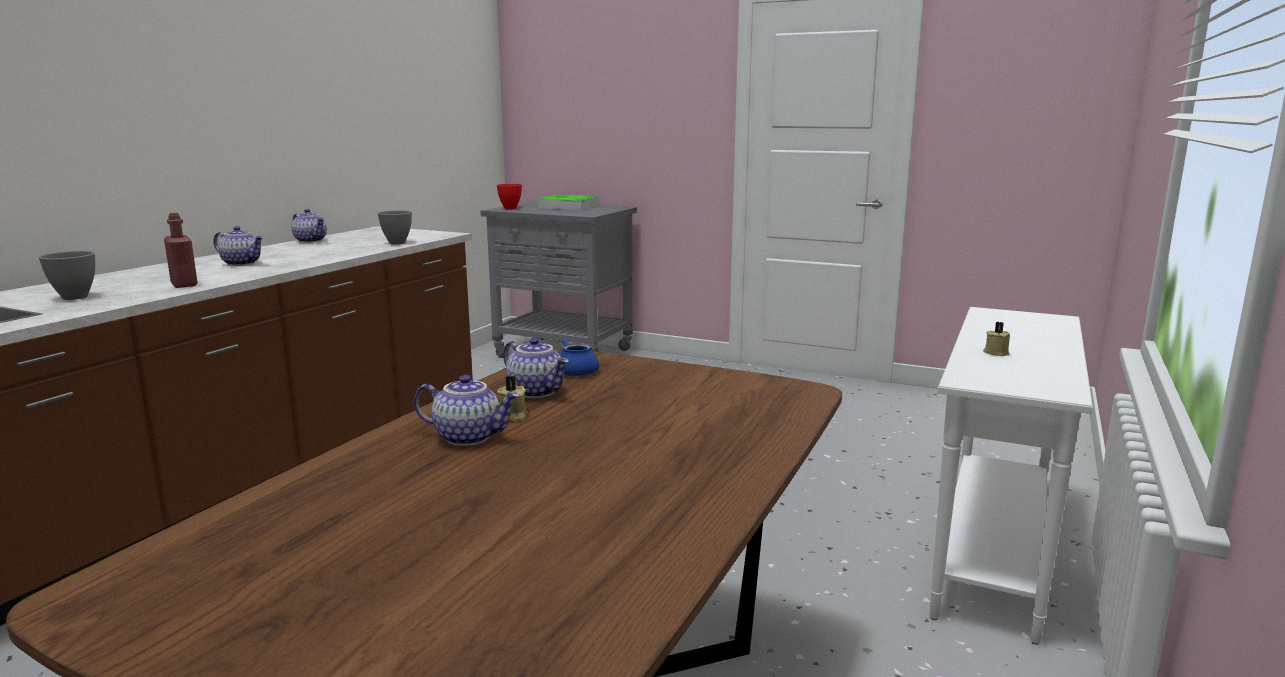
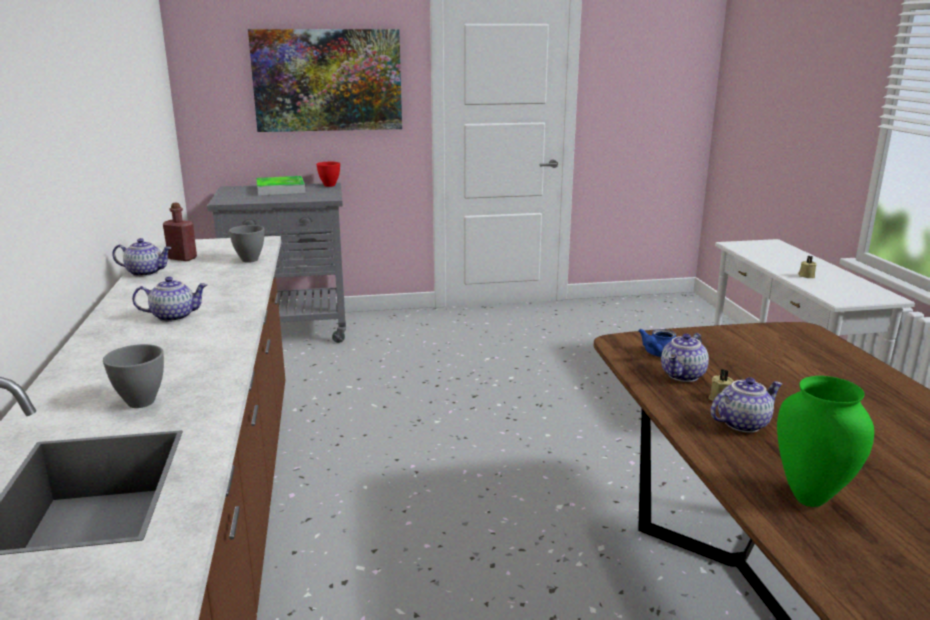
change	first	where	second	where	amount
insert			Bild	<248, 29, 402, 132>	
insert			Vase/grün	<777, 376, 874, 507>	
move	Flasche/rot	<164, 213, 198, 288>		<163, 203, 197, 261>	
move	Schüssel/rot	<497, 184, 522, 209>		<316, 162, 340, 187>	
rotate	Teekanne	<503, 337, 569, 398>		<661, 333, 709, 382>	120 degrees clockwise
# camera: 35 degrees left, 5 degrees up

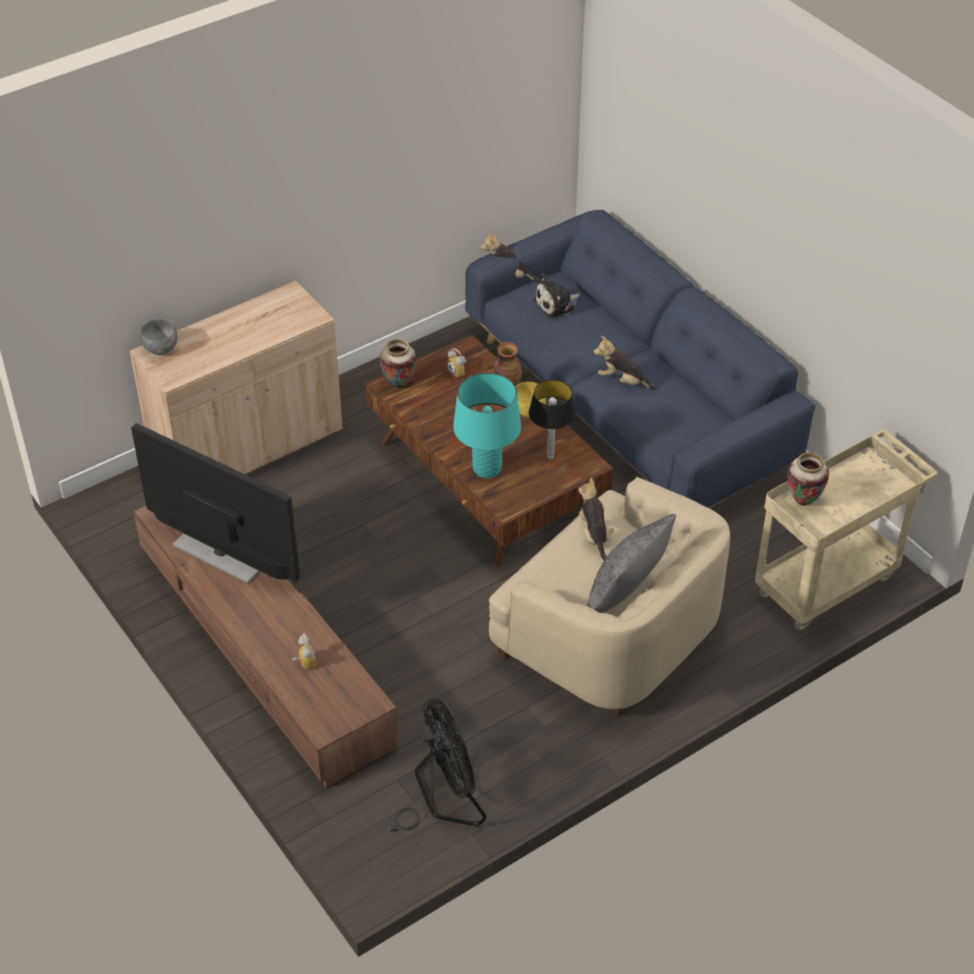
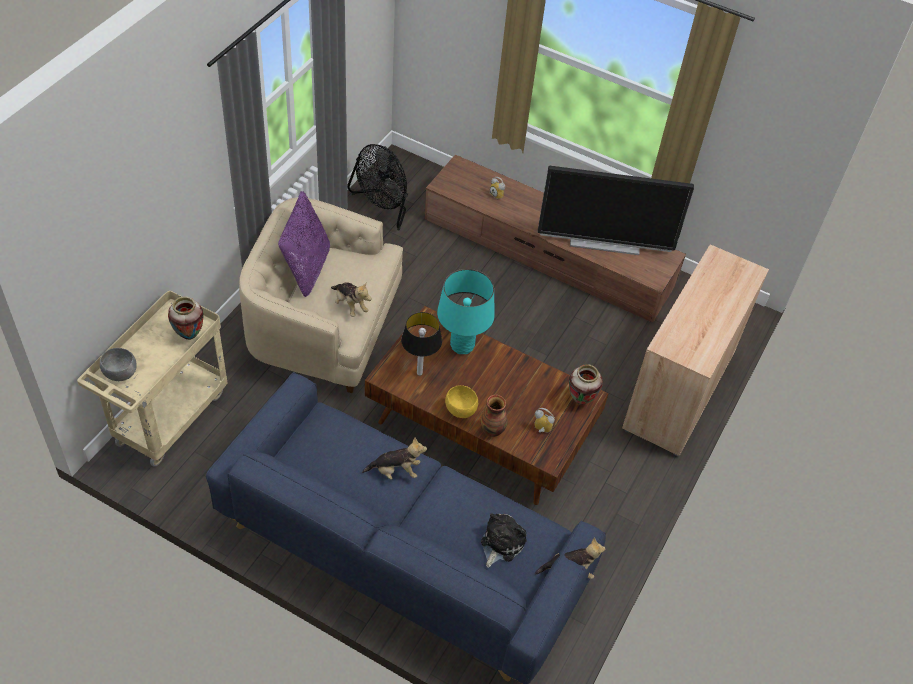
change	first	where	second	where	amount
move	Schüssel/grau	<140, 319, 177, 355>		<100, 348, 137, 381>	
recolor	Kissen/grau	<587, 514, 676, 613>	Kissen/lila	<278, 191, 330, 297>	
# camera: 150 degrees right, 5 degrees up

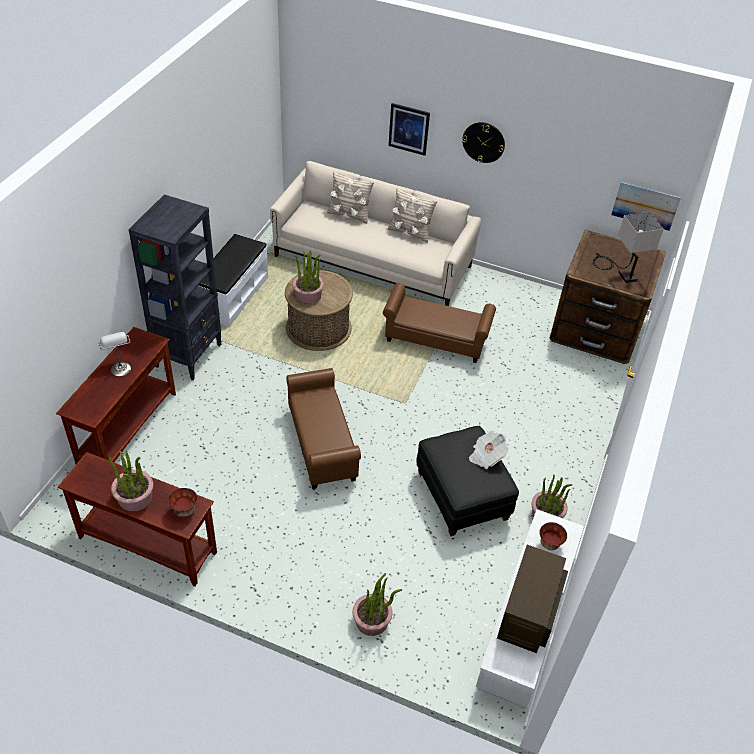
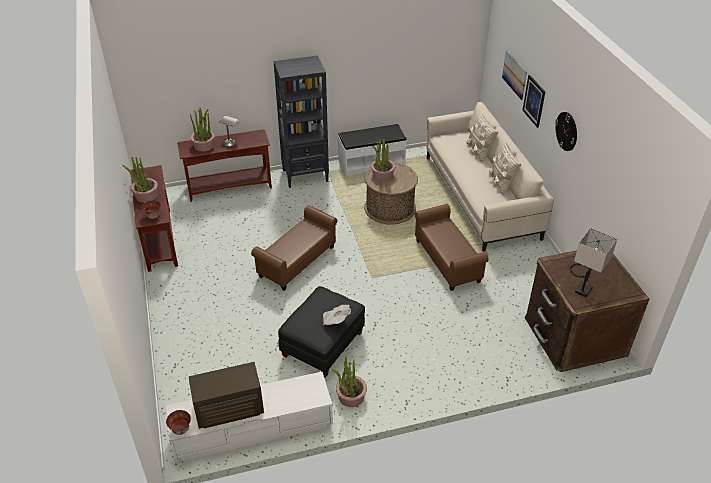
change	first	where	second	where	amount
move	Topfpflanze	<352, 573, 402, 636>		<190, 108, 215, 152>	
move	Schüssel	<539, 522, 567, 550>		<166, 410, 191, 435>	
move	Bild	<611, 182, 681, 231>		<502, 50, 527, 100>	
# camera: 55 degrees right, 5 degrees down

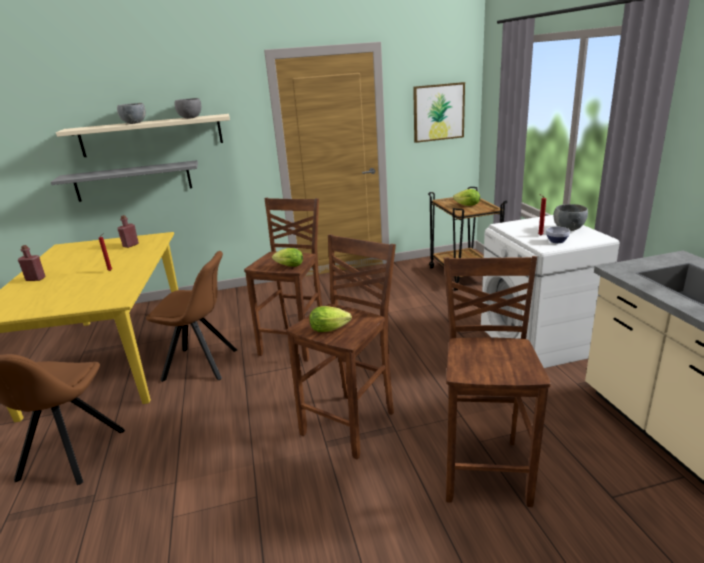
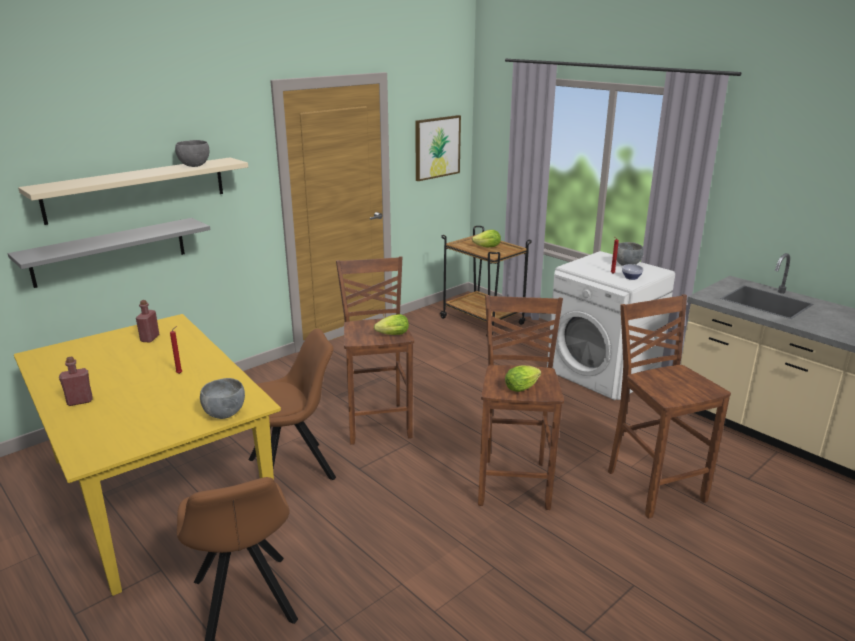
change	first	where	second	where	amount
move	Schüssel/grau	<117, 103, 146, 124>		<200, 378, 245, 419>	
# camera: 30 degrees left, 0 degrees up

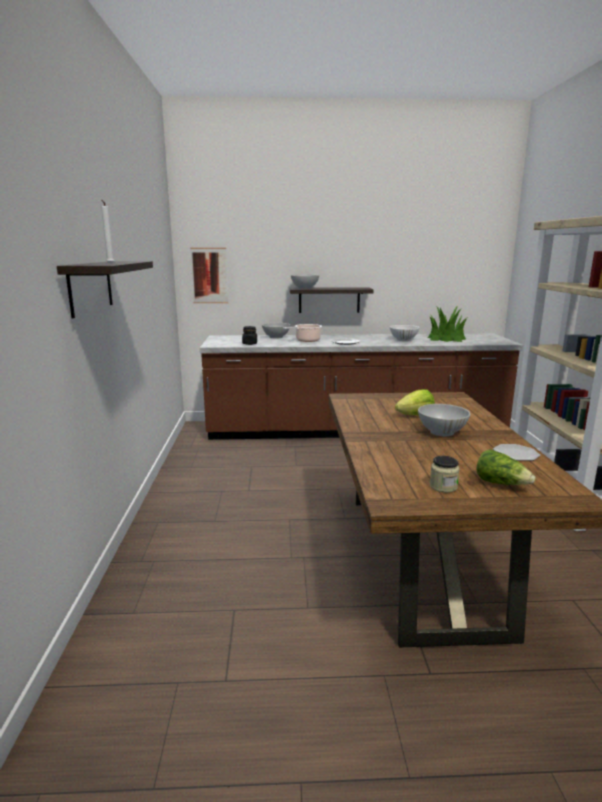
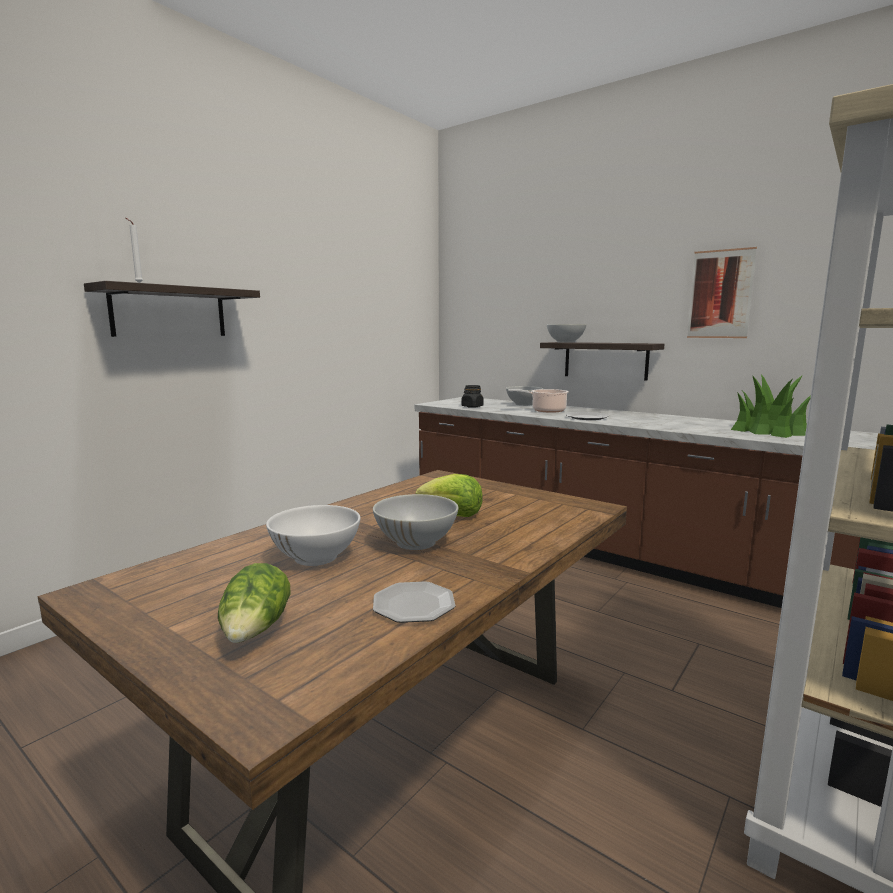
change	first	where	second	where	amount
delete	Vorratsglas	<430, 456, 459, 493>			
move	Bild	<190, 248, 229, 303>		<687, 247, 757, 338>	
move	Schüssel/weiß	<390, 325, 419, 341>		<266, 505, 360, 566>	
# camera: 40 degrees right, 5 degrees down

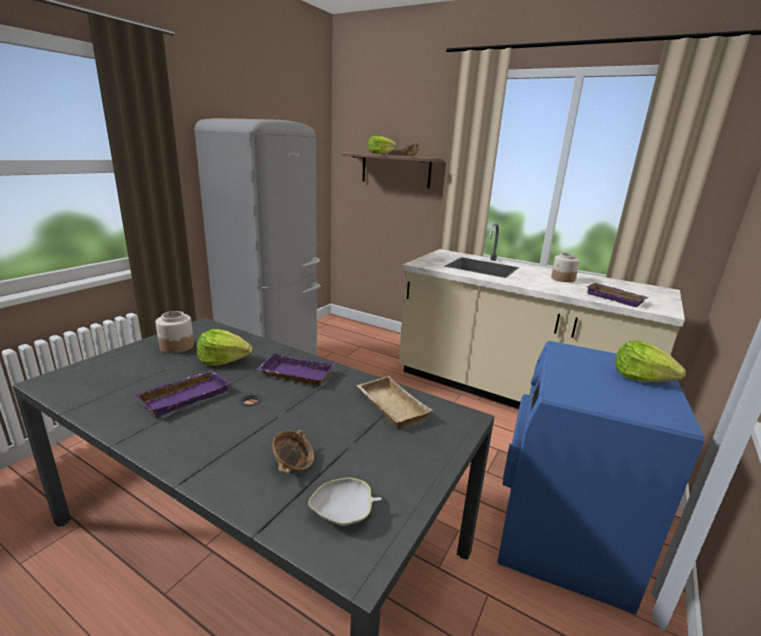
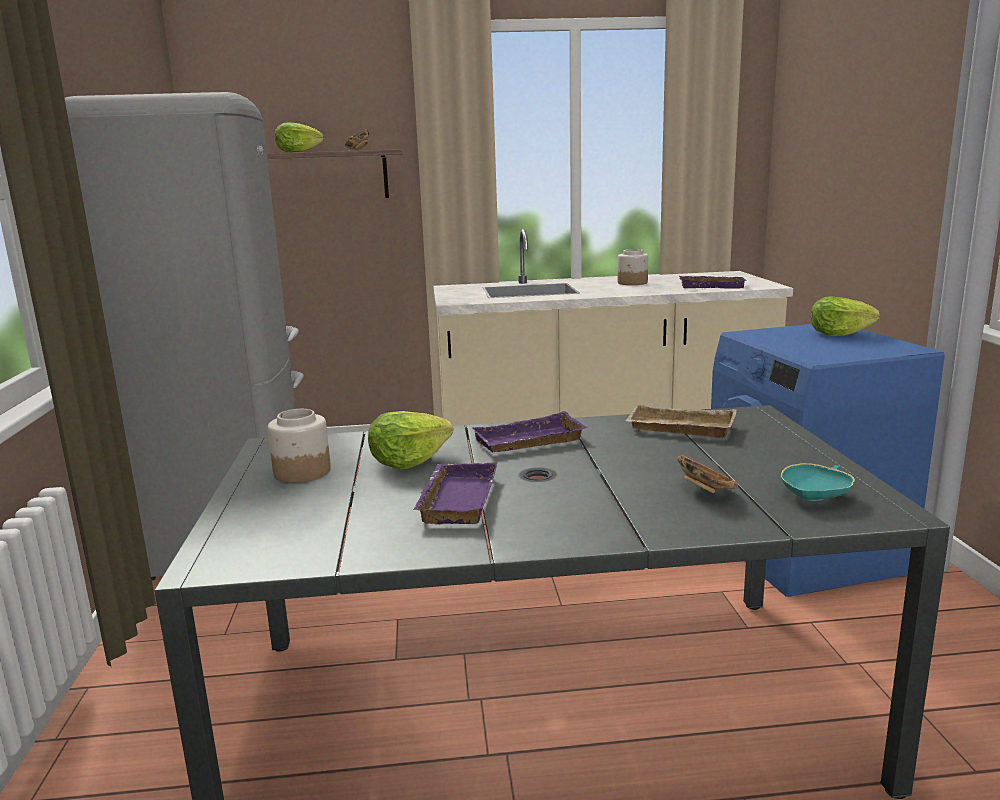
change	first	where	second	where	amount
recolor	Schüssel/weiß	<308, 478, 382, 526>	Schüssel/türkis	<781, 463, 855, 501>	
# camera: 35 degrees left, 5 degrees down

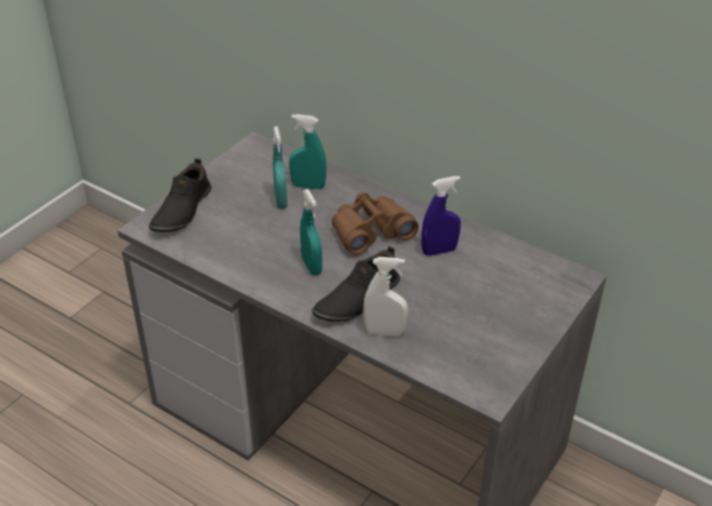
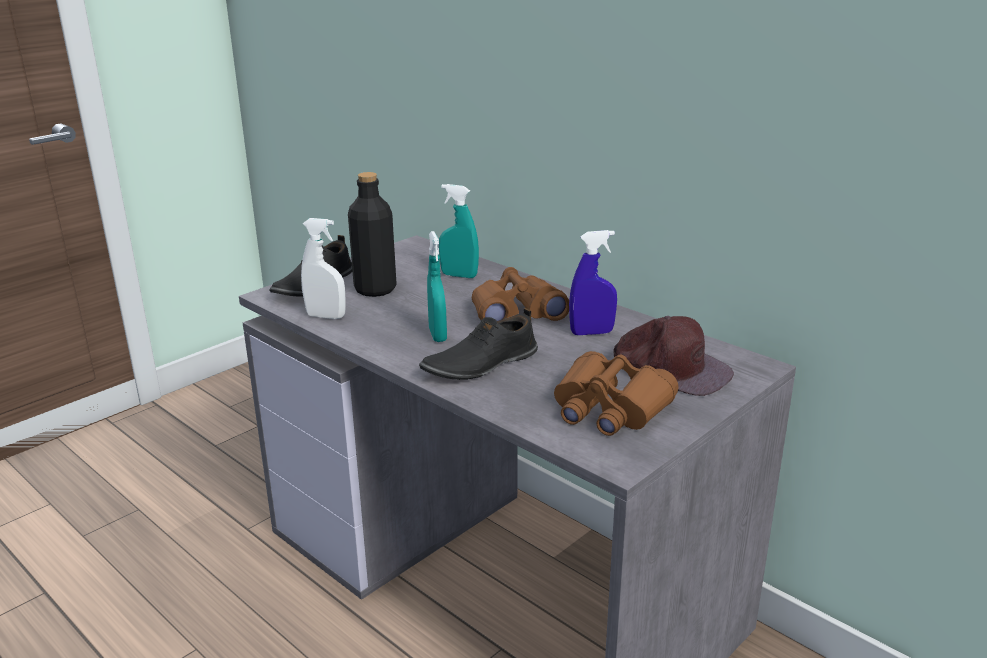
change	first	where	second	where	amount
delete	Sprühflasche/türkis	<273, 126, 287, 209>			
insert			Flasche/schwarz	<348, 172, 397, 297>	
insert			Fernglas/braun	<554, 351, 679, 436>	
insert			Kappe/braun	<613, 316, 734, 396>	
move	Sprühflasche/weiß	<363, 257, 408, 337>		<301, 218, 346, 319>	
# camera: 10 degrees right, 15 degrees down

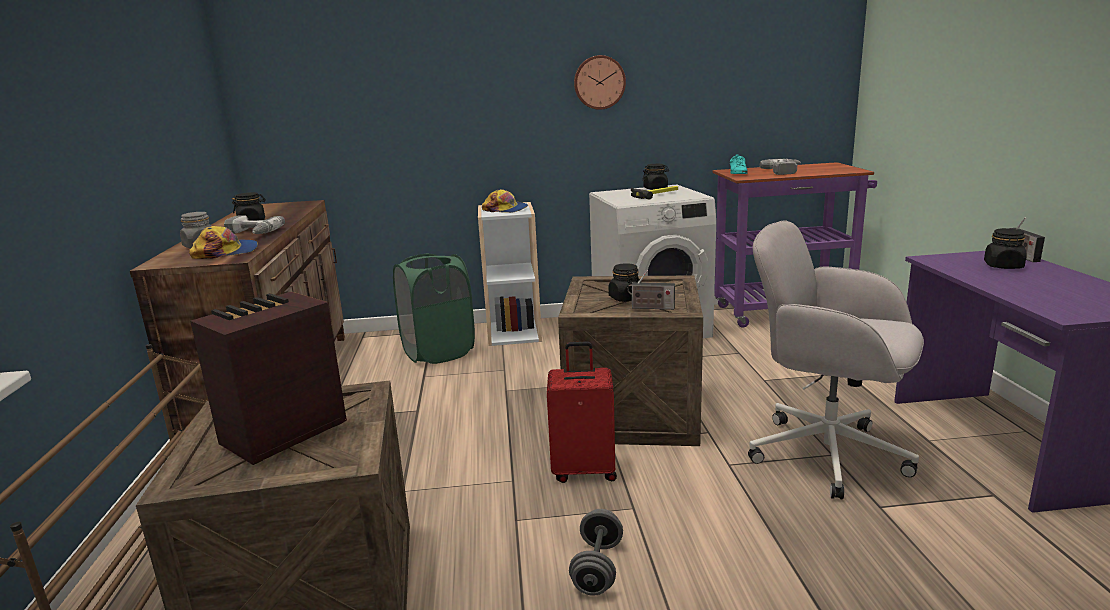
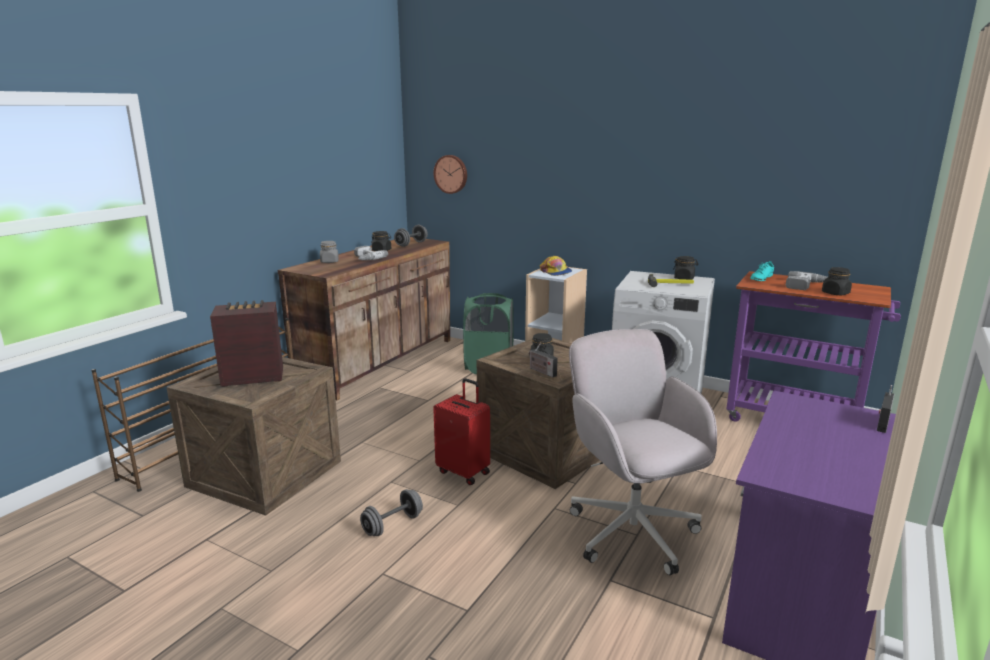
change	first	where	second	where	amount
delete	Kappe	<189, 226, 258, 259>			
insert			Hantel/grau	<394, 225, 428, 247>	
move	Wanduhr	<574, 55, 626, 110>		<434, 155, 467, 194>	
move	Vorratsglas/schwarz	<984, 228, 1027, 269>		<822, 267, 852, 295>	
# camera: 35 degrees right, 0 degrees up

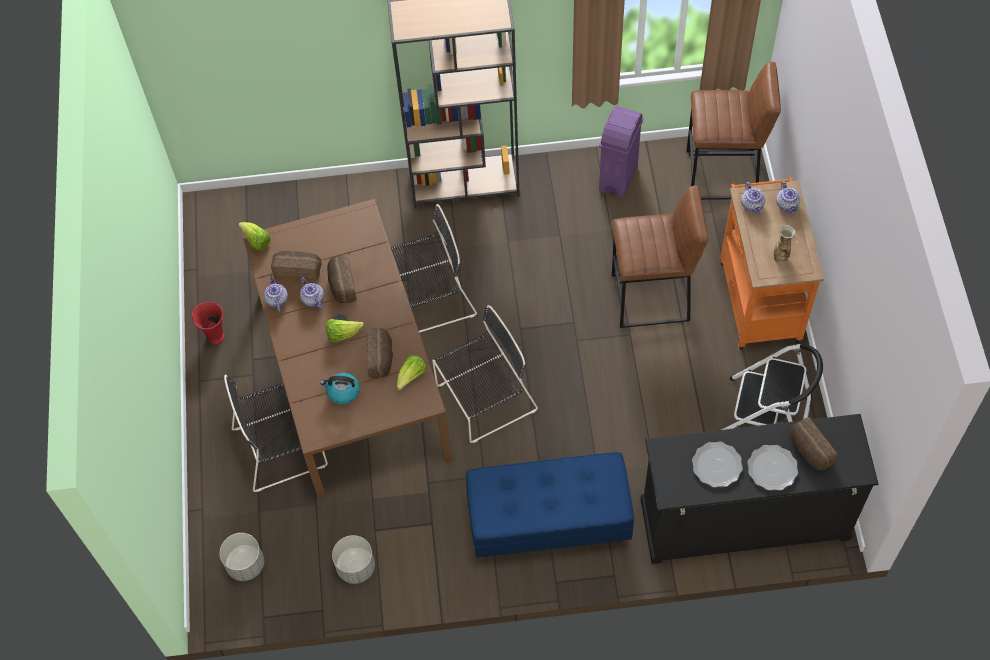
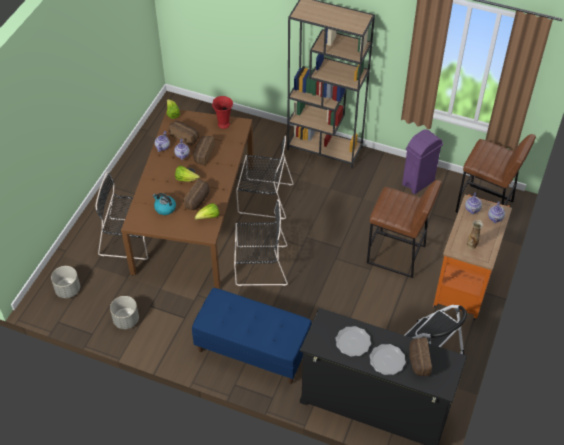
change	first	where	second	where	amount
move	Vase/rot	<192, 302, 225, 345>		<212, 96, 233, 129>	
# camera: 25 degrees right, 10 degrees down

